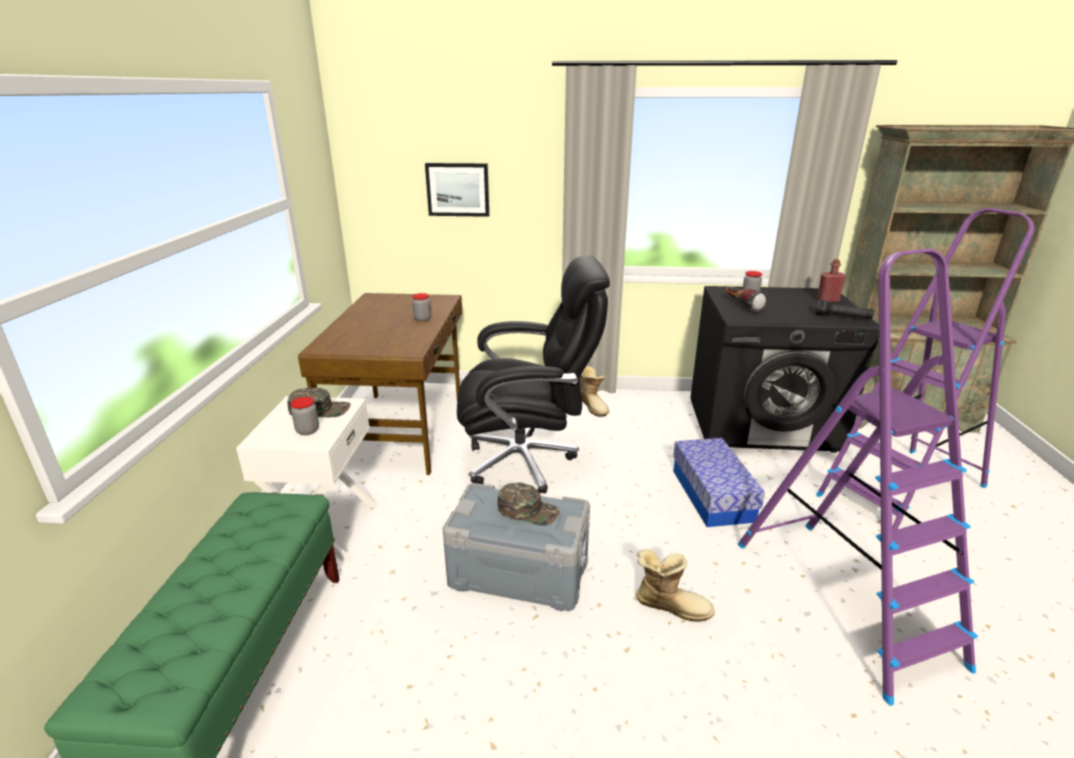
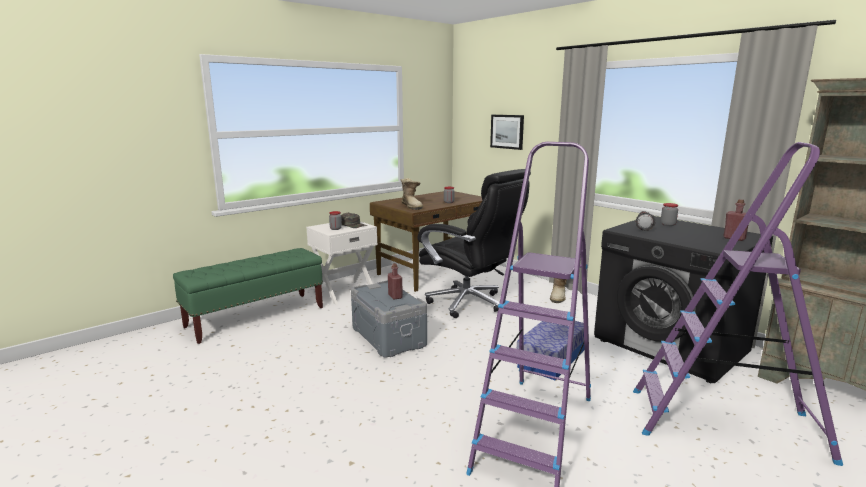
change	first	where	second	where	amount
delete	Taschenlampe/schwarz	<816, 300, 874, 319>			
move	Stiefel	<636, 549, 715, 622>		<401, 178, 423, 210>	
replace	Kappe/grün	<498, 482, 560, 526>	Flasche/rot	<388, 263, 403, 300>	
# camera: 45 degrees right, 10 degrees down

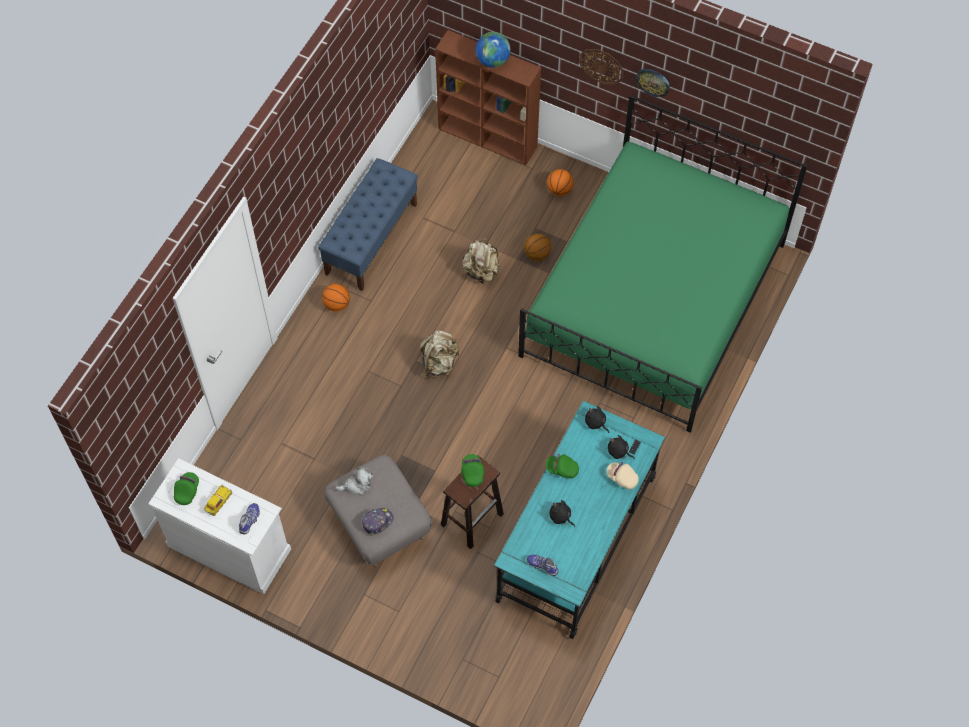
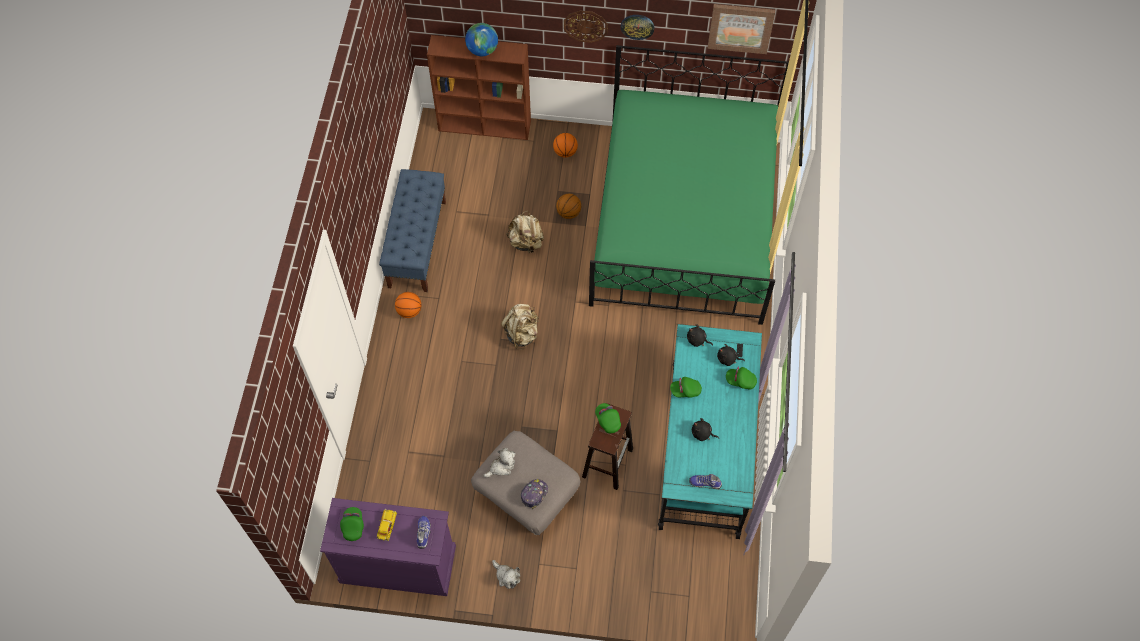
change	first	where	second	where	amount
insert			Plüschtier	<492, 560, 521, 589>	
insert			Bild	<708, 4, 775, 54>	
recolor	Kommode/weiß	<148, 458, 291, 594>	Kommode/lila	<320, 498, 456, 596>	
recolor	Kappe/beige	<607, 462, 639, 489>	Kappe/grün	<726, 367, 757, 390>	
# camera: 20 degrees left, 0 degrees up

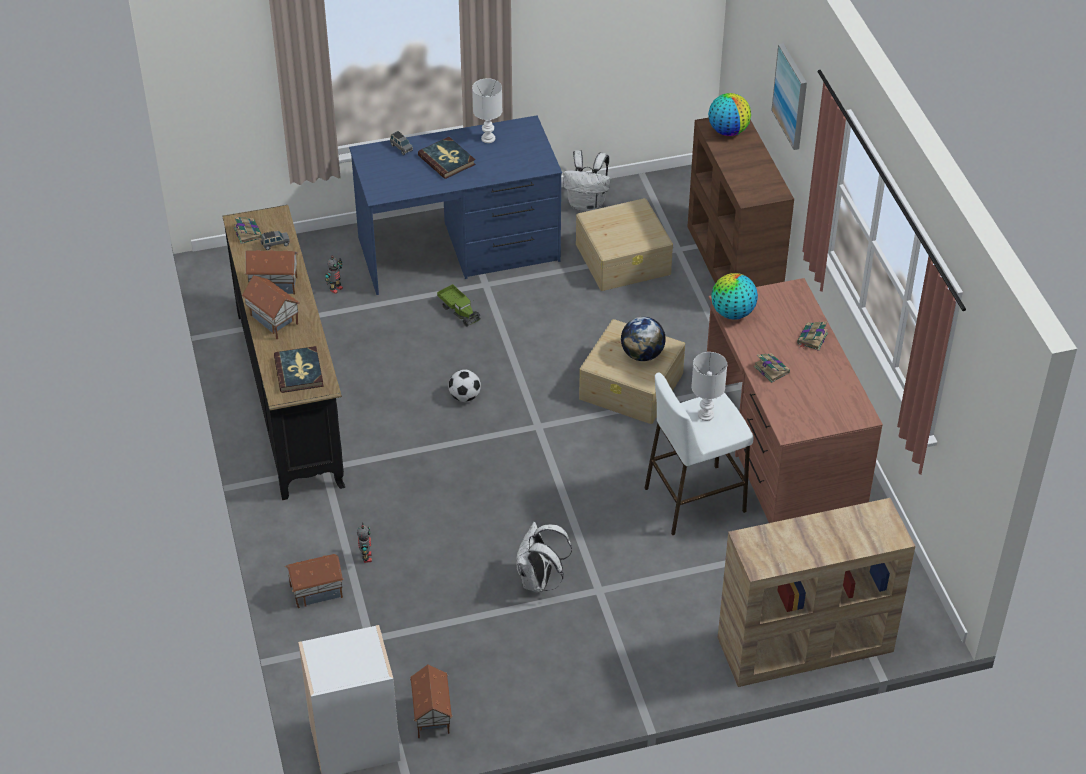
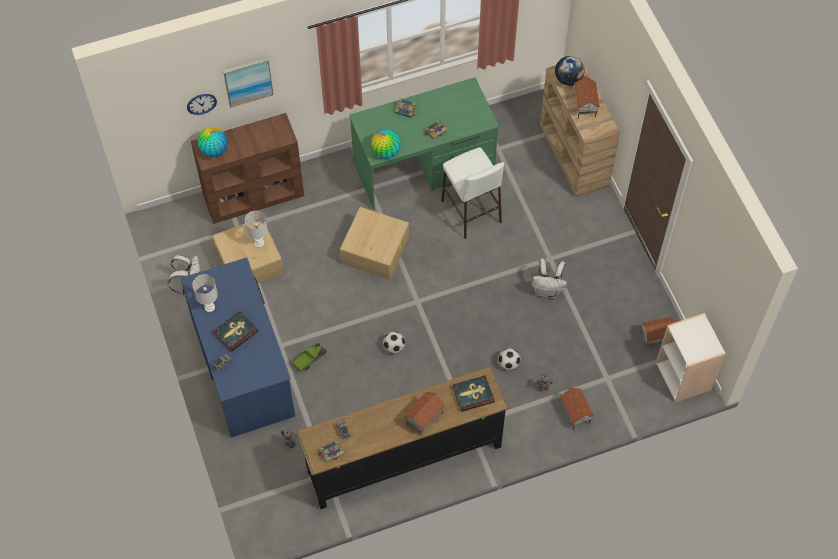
change	first	where	second	where	amount
insert			Wanduhr	<187, 94, 217, 115>	
insert			Fußball	<498, 348, 521, 370>	
move	Spielzeughaus	<245, 250, 298, 295>		<574, 76, 600, 119>	
move	Globus	<621, 317, 666, 361>		<555, 56, 585, 86>	
move	Tischlampe/weiß	<691, 352, 727, 421>		<245, 211, 268, 247>	
recolor	Schreibtisch/braun	<707, 278, 883, 523>	Schreibtisch/grün	<349, 77, 499, 210>	
# camera: 95 degrees left, 15 degrees up

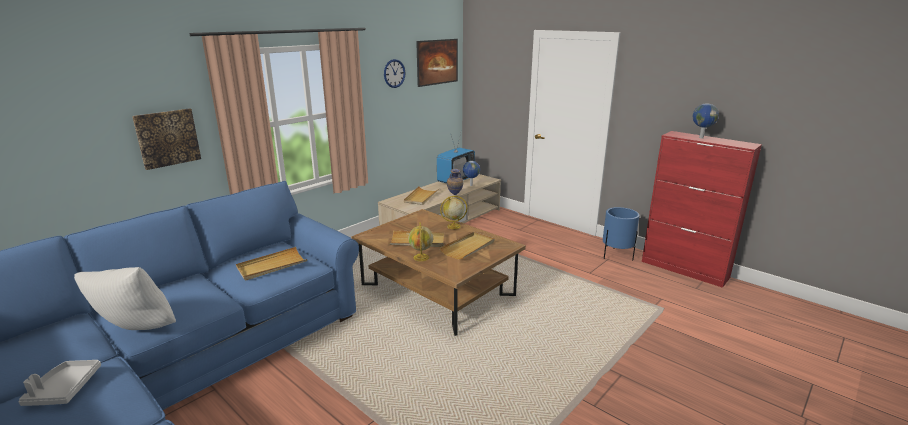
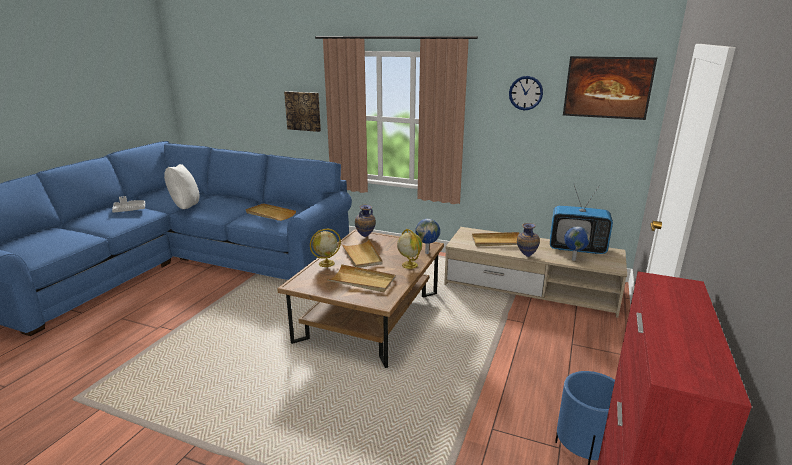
change	first	where	second	where	amount
insert			Vase	<355, 204, 376, 237>	
move	Globus	<693, 103, 719, 139>		<415, 219, 440, 254>	
# camera: 70 degrees right, 0 degrees up

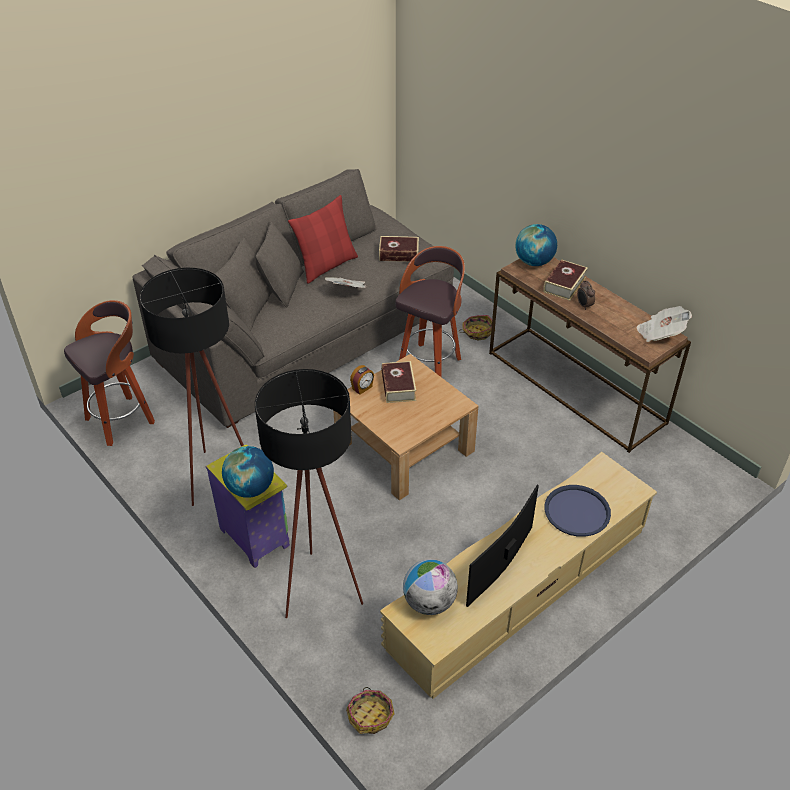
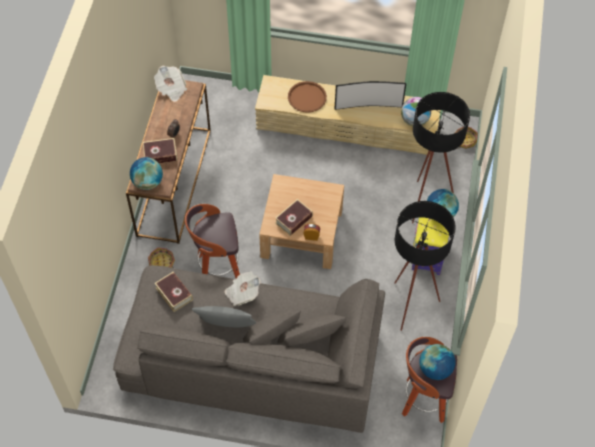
change	first	where	second	where	amount
insert			Globus	<419, 344, 456, 380>	
recolor	Kissen/rot	<288, 195, 358, 283>	Kissen/grau	<192, 306, 256, 327>	
recolor	Tablett/blau	<545, 485, 611, 537>	Tablett/braun	<288, 81, 327, 113>	
# camera: 130 degrees left, 15 degrees up

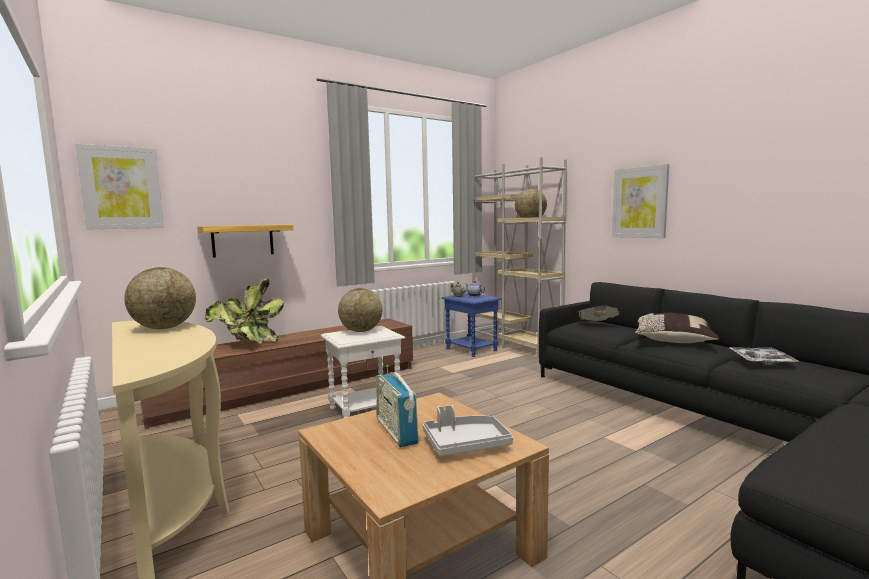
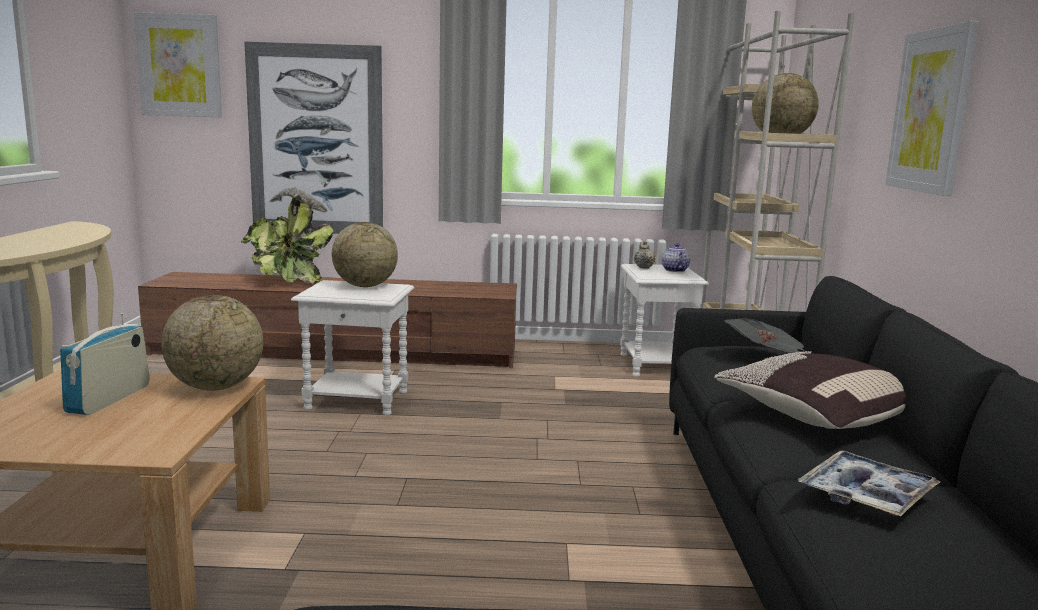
change	first	where	second	where	amount
delete	Tablett/grau	<423, 405, 513, 456>			
move	Globus	<124, 267, 196, 329>		<161, 295, 263, 391>	
replace	Wandregal	<197, 225, 293, 258>	Bild	<244, 42, 383, 234>	
recolor	Beistelltisch/blau	<441, 293, 502, 357>	Beistelltisch/weiß	<620, 264, 709, 376>	
# camera: 35 degrees right, 5 degrees up

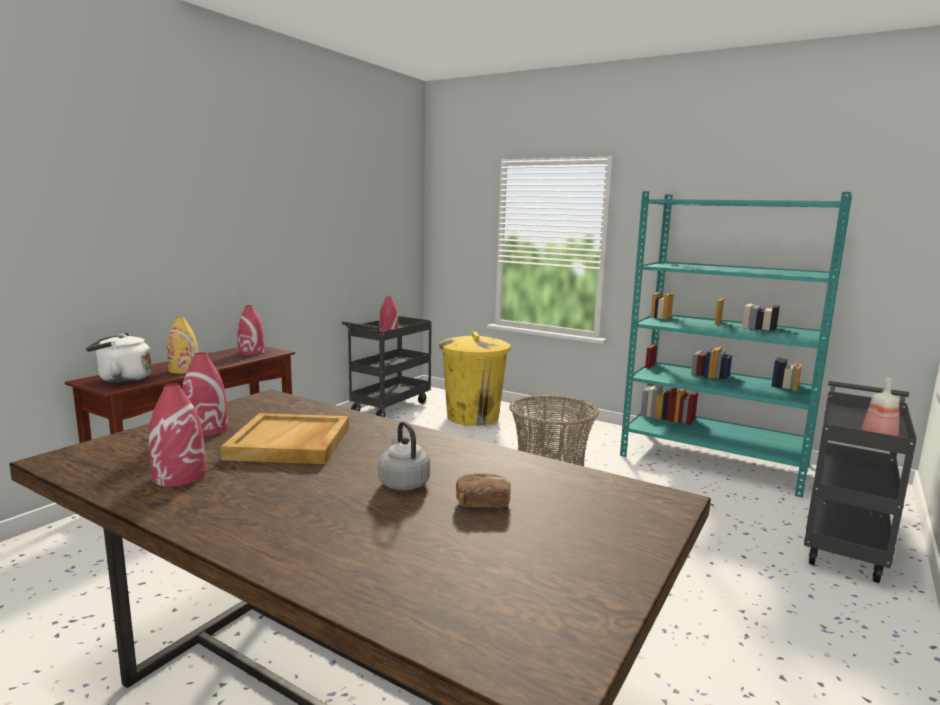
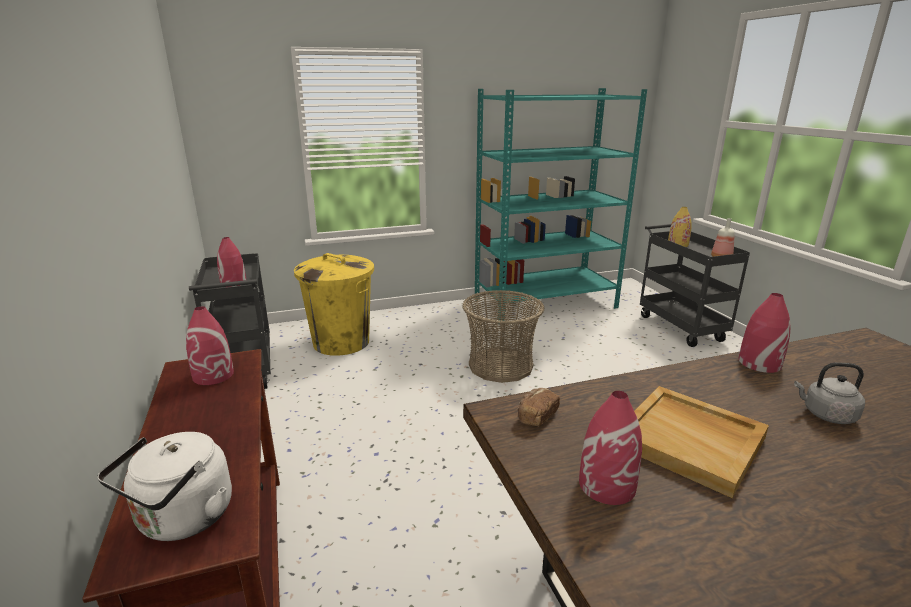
change	first	where	second	where	amount
move	Vase/rot	<149, 383, 206, 487>		<738, 293, 791, 373>	
move	Vase/gelb	<167, 316, 198, 374>		<668, 207, 691, 247>	
move	Brot	<456, 473, 511, 508>		<517, 388, 560, 426>	
# camera: 50 degrees left, 10 degrees up

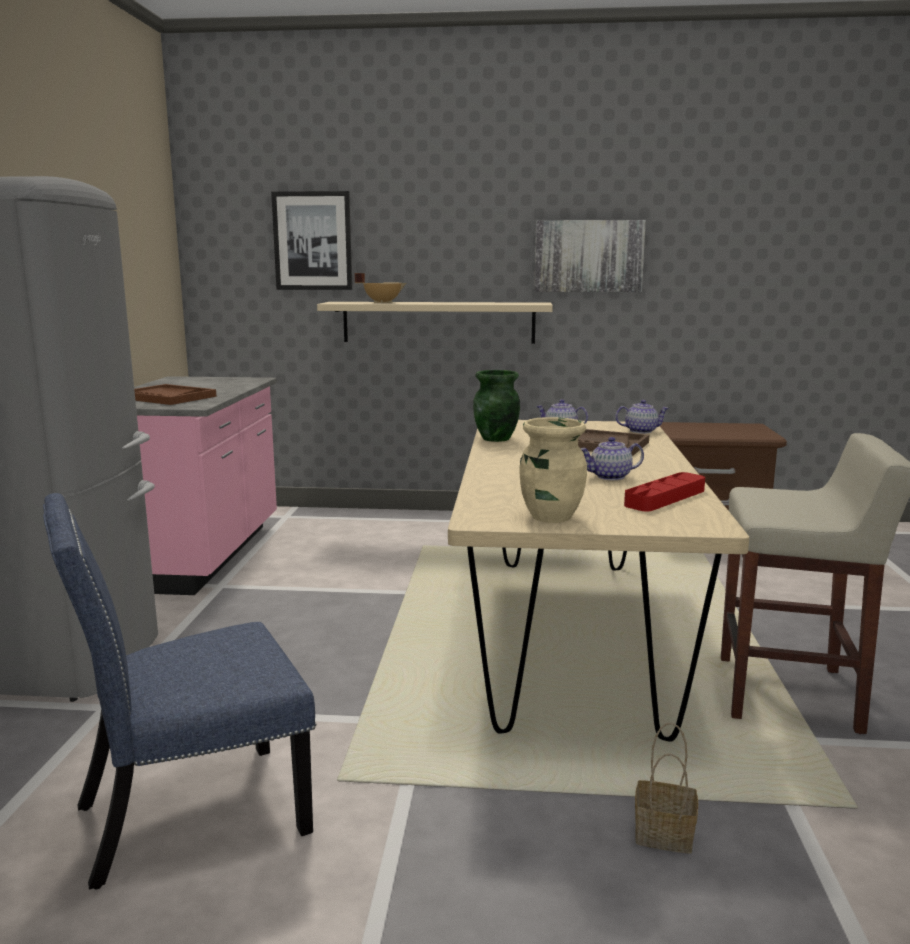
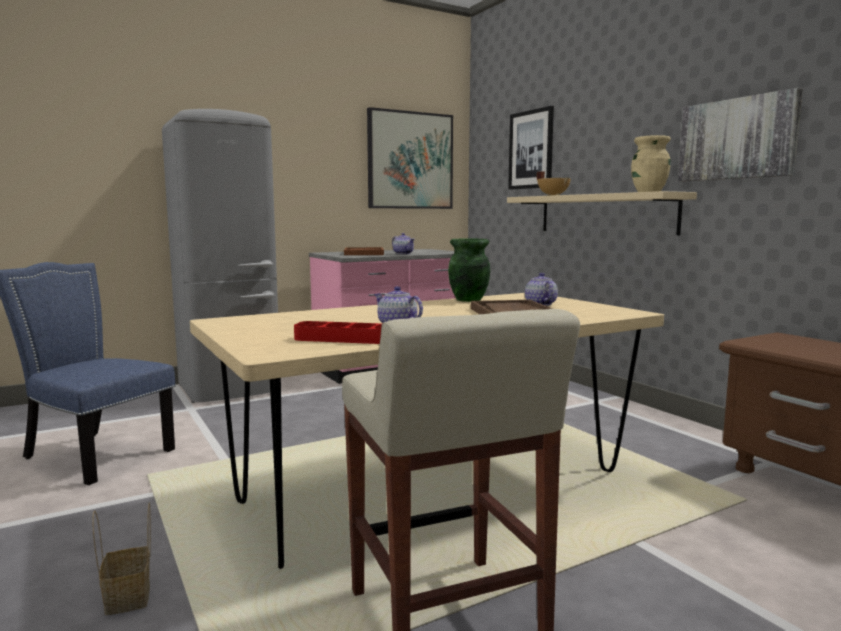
change	first	where	second	where	amount
insert			Bild	<367, 107, 453, 209>	
move	Vase/beige	<519, 417, 587, 523>		<631, 135, 671, 192>	
move	Teekanne	<615, 400, 669, 433>		<392, 233, 414, 254>	
# camera: 55 degrees right, 5 degrees down

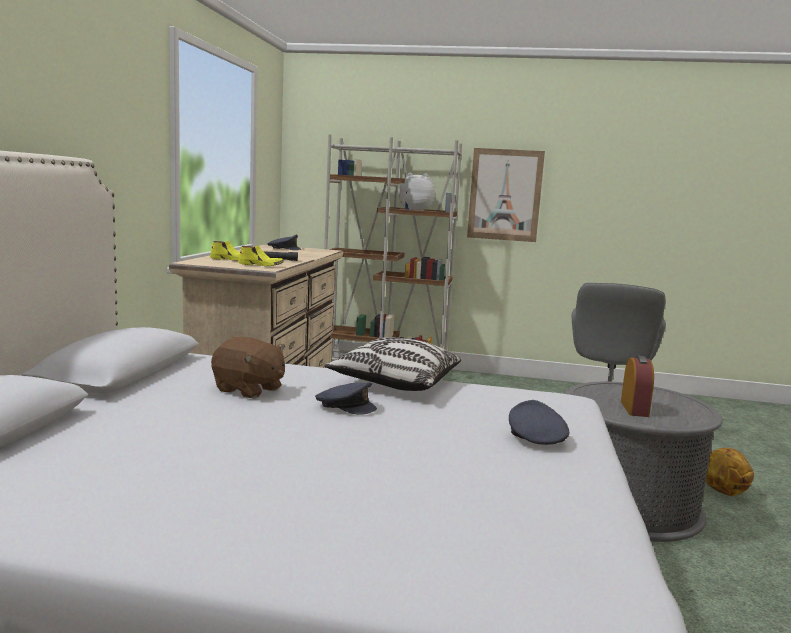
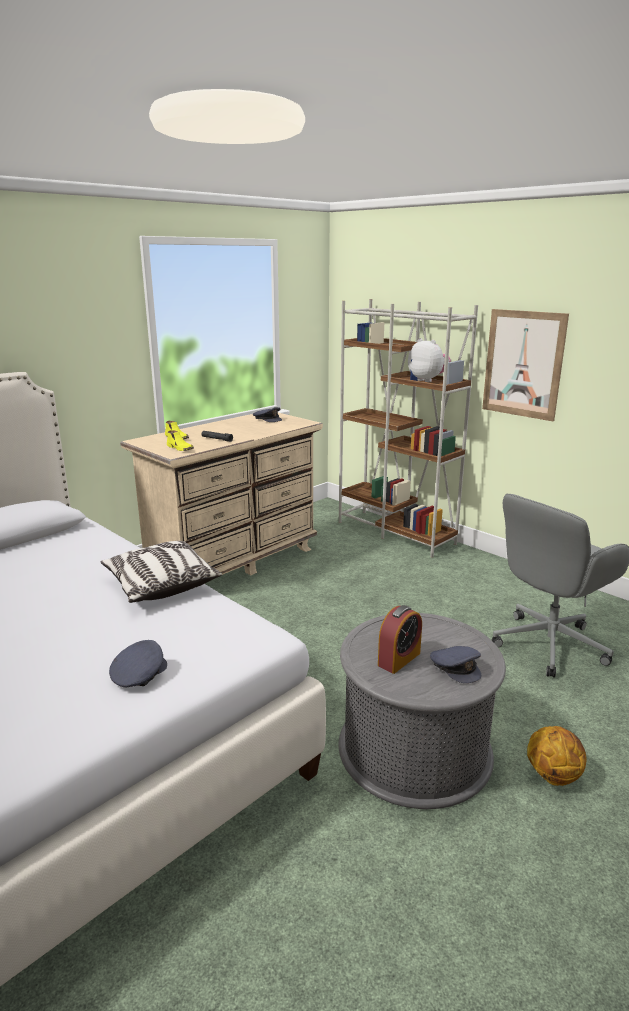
change	first	where	second	where	amount
delete	Plüschtier/braun	<211, 337, 285, 399>			
move	Kappe/grau	<315, 382, 377, 415>		<430, 646, 481, 683>	
# camera: 35 degrees right, 10 degrees up

